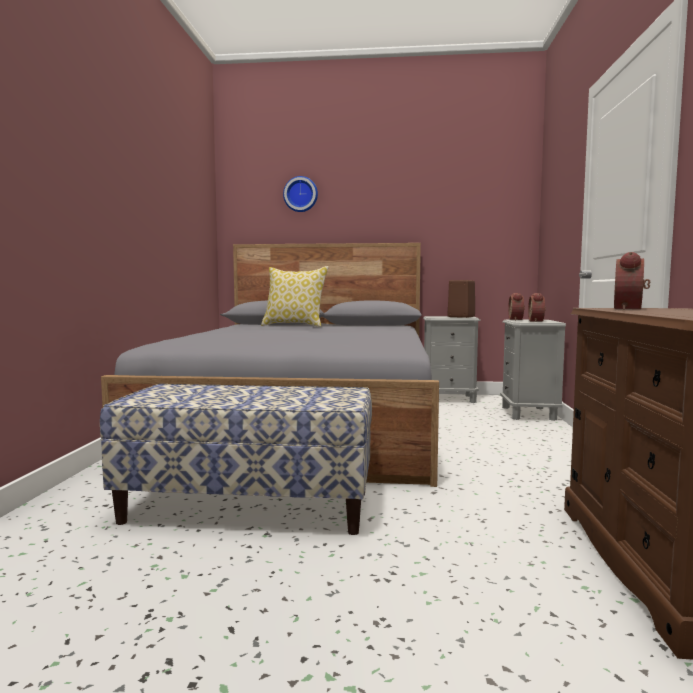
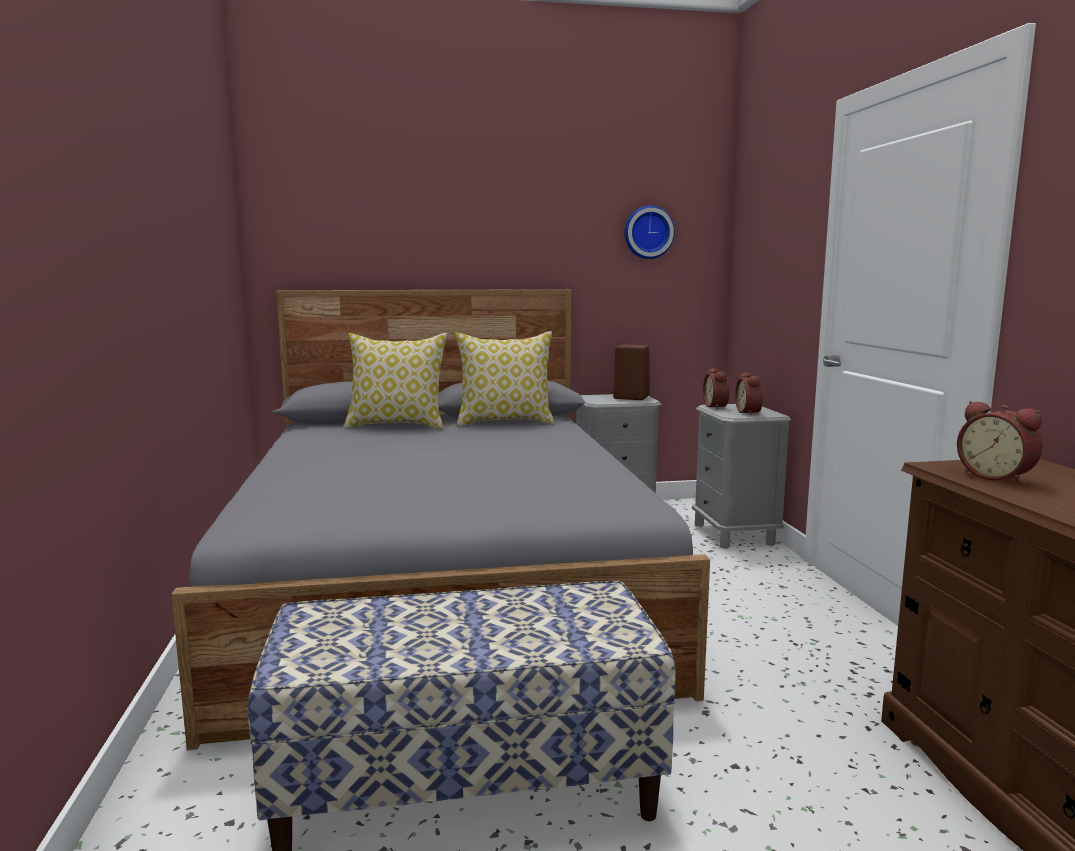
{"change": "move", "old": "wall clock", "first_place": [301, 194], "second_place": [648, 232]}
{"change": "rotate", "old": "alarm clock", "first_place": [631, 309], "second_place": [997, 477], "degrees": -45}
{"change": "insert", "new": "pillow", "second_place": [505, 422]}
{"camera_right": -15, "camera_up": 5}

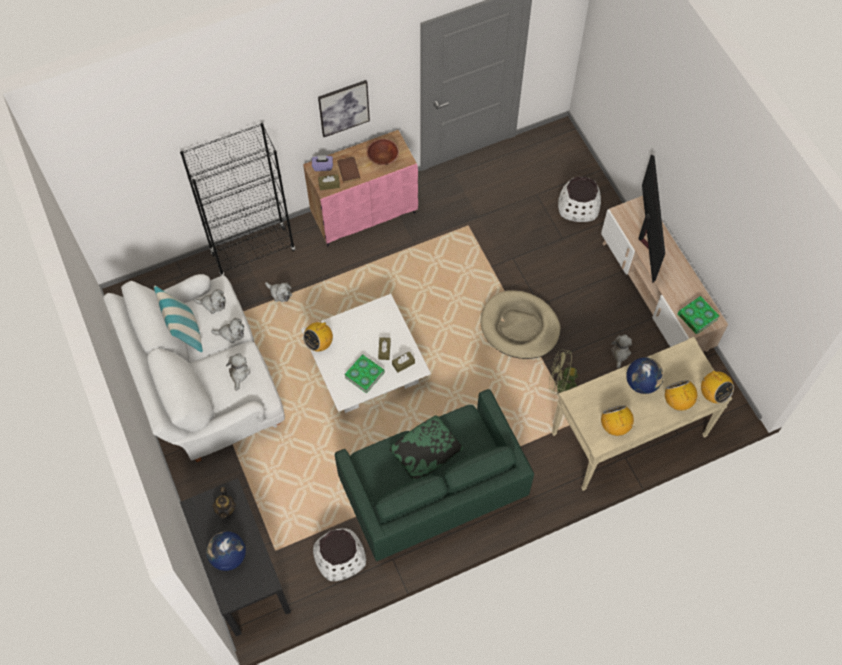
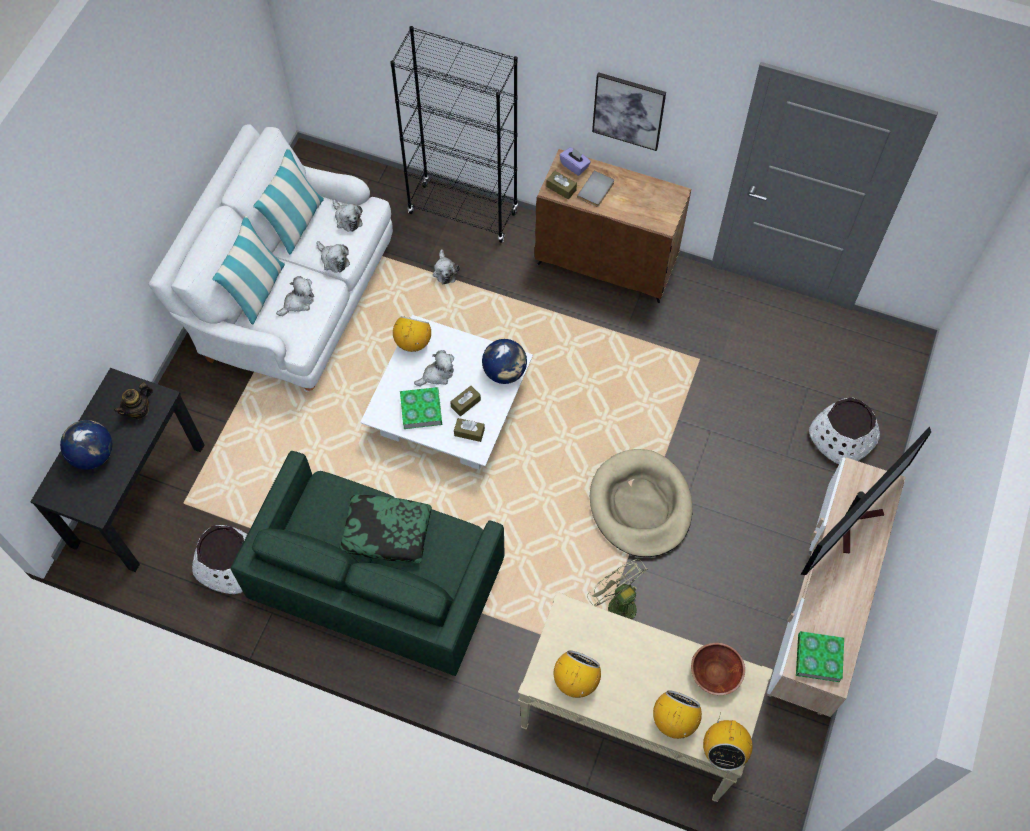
{"change": "recolor", "old": "pink cabinet", "new": "brown cabinet", "first_place": [364, 214], "second_place": [607, 263]}
{"change": "rotate", "old": "radio", "first_place": [319, 343], "second_place": [413, 343], "degrees": 105}
{"change": "recolor", "old": "brown book", "new": "grey book", "first_place": [349, 170], "second_place": [597, 190]}
{"change": "move", "old": "brown bowl", "first_place": [383, 157], "second_place": [715, 673]}
{"change": "move", "old": "plush toy", "first_place": [620, 353], "second_place": [437, 374]}
{"change": "move", "old": "globe", "first_place": [642, 383], "second_place": [505, 372]}
{"change": "insert", "new": "pillow", "second_place": [257, 291]}
{"camera_right": 45, "camera_up": 0}

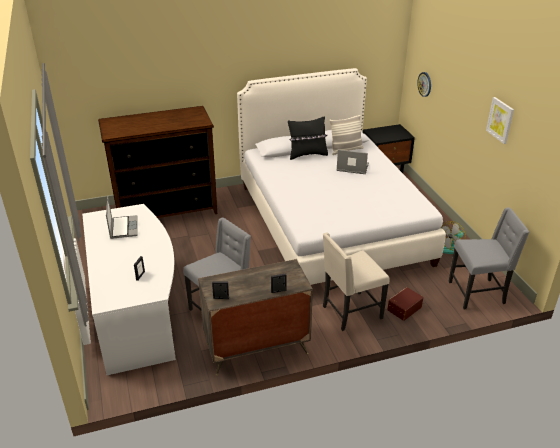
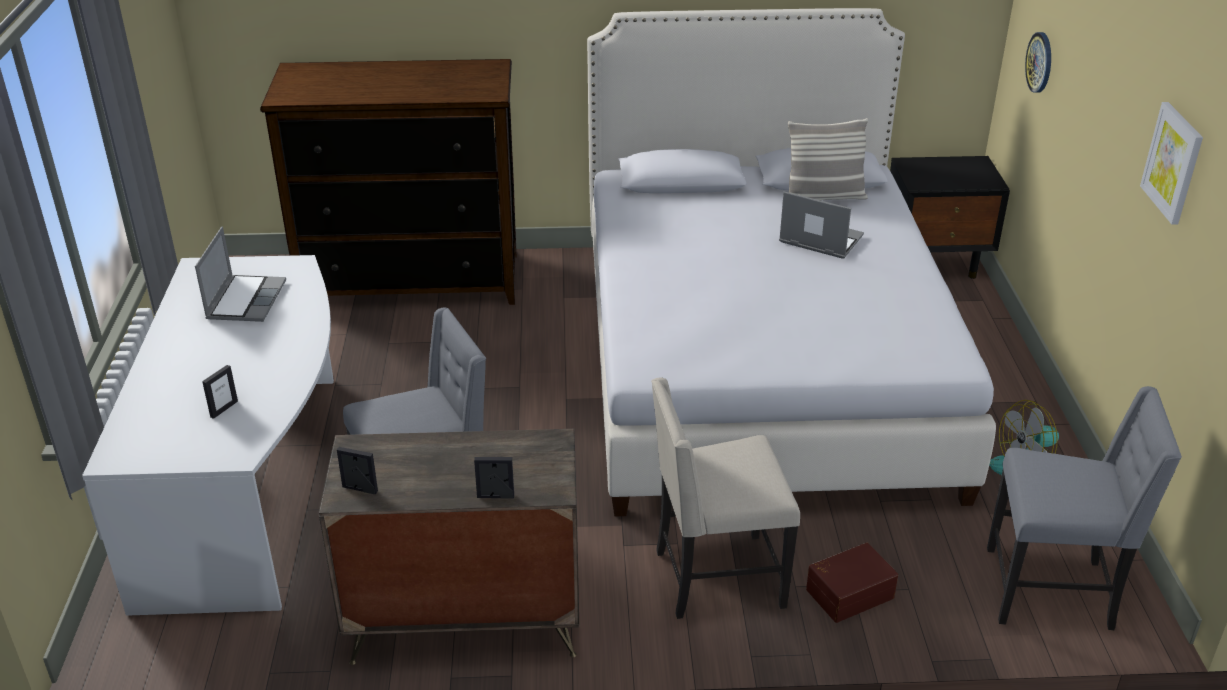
{"change": "delete", "old": "black pillow", "first_place": [307, 154]}
{"camera_right": 15, "camera_up": 0}

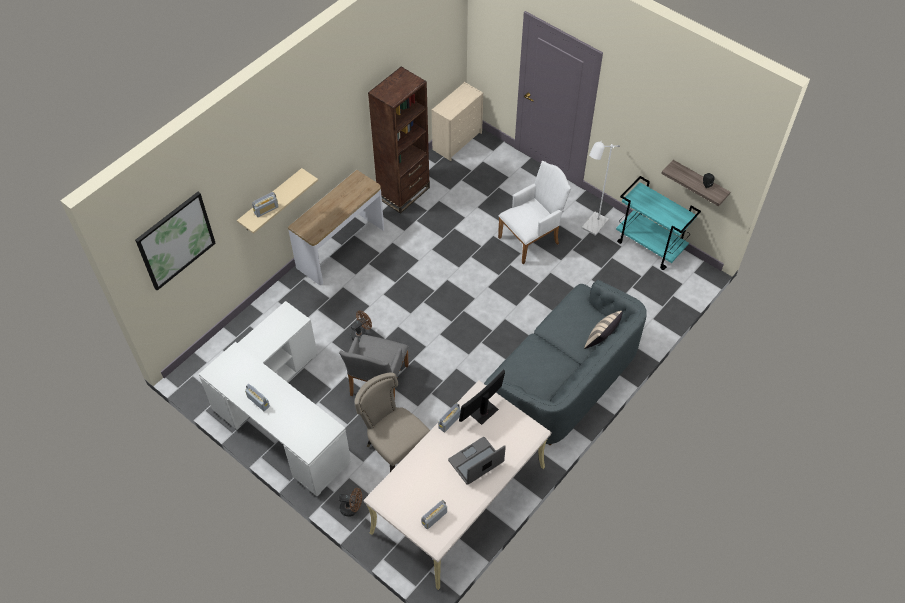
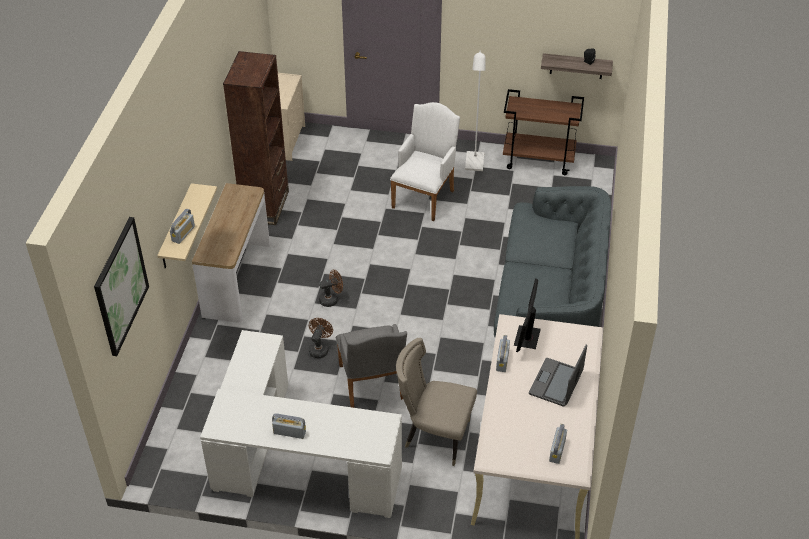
{"change": "move", "old": "brown fan", "first_place": [352, 508], "second_place": [331, 299]}
{"change": "delete", "old": "beige pillow", "first_place": [601, 340]}
{"change": "recolor", "old": "turquoise cart", "new": "brown cart", "first_place": [650, 246], "second_place": [539, 160]}
{"camera_right": -30, "camera_up": -10}

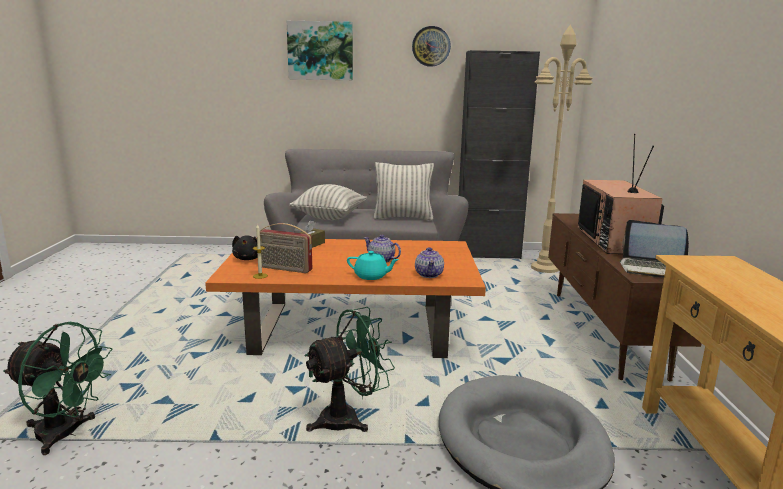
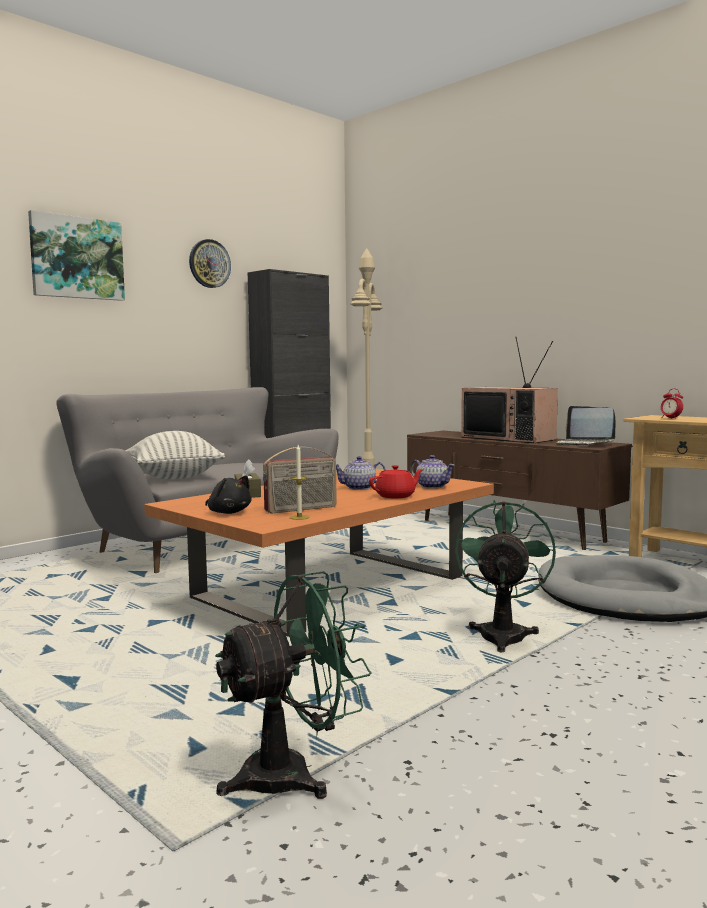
{"change": "recolor", "old": "turquoise teapot", "new": "red teapot", "first_place": [371, 276], "second_place": [396, 496]}
{"change": "delete", "old": "pillow", "first_place": [403, 218]}
{"change": "rotate", "old": "laptop", "first_place": [653, 269], "second_place": [584, 444], "degrees": 60}
{"change": "insert", "new": "alarm clock", "second_place": [671, 418]}
{"camera_right": -45, "camera_up": -10}

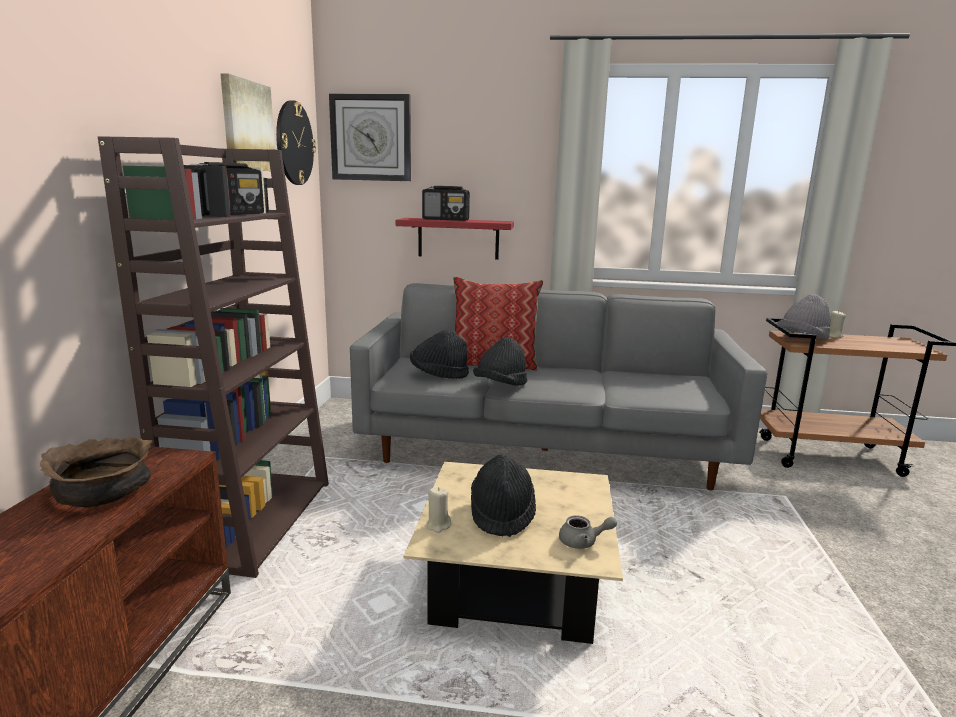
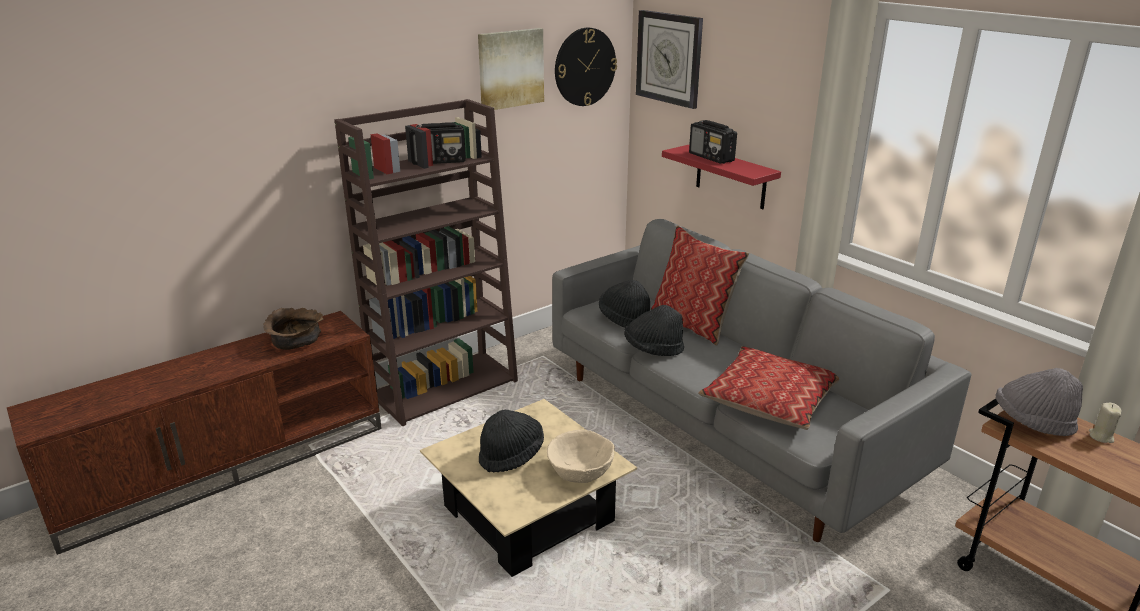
{"change": "delete", "old": "beige candle", "first_place": [438, 525]}
{"change": "delete", "old": "grey teapot", "first_place": [583, 542]}
{"change": "insert", "new": "beige bowl", "second_place": [580, 472]}
{"change": "insert", "new": "pillow", "second_place": [770, 399]}
{"camera_right": 45, "camera_up": 10}

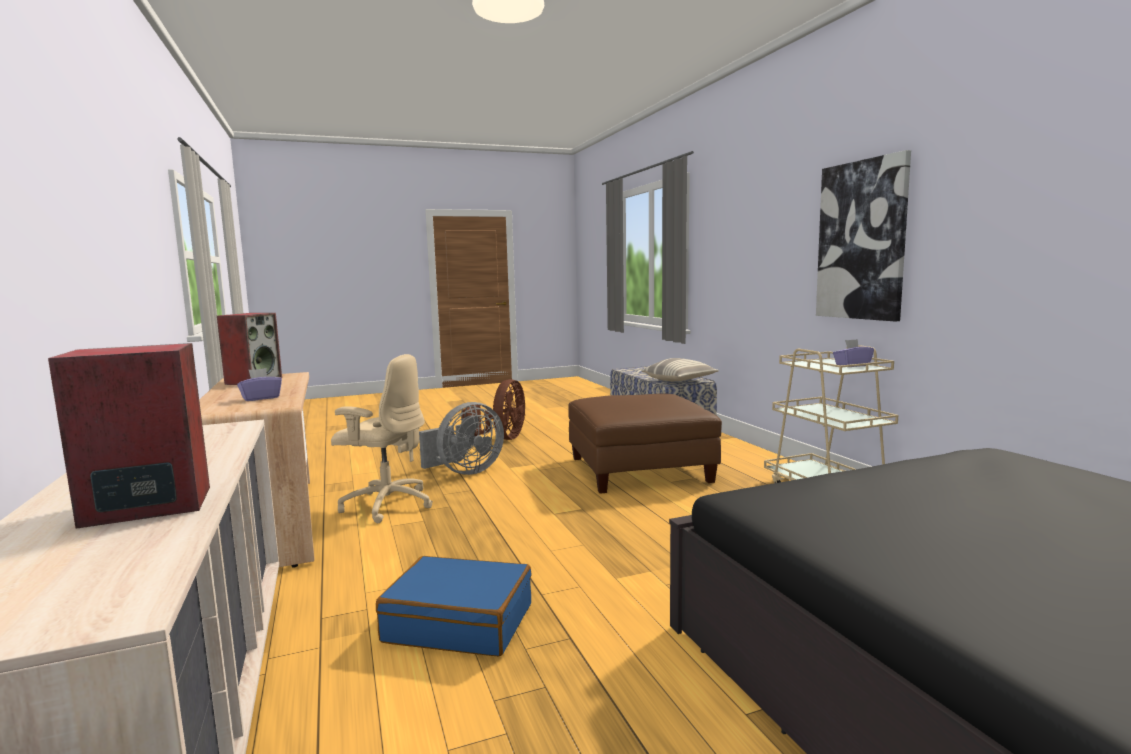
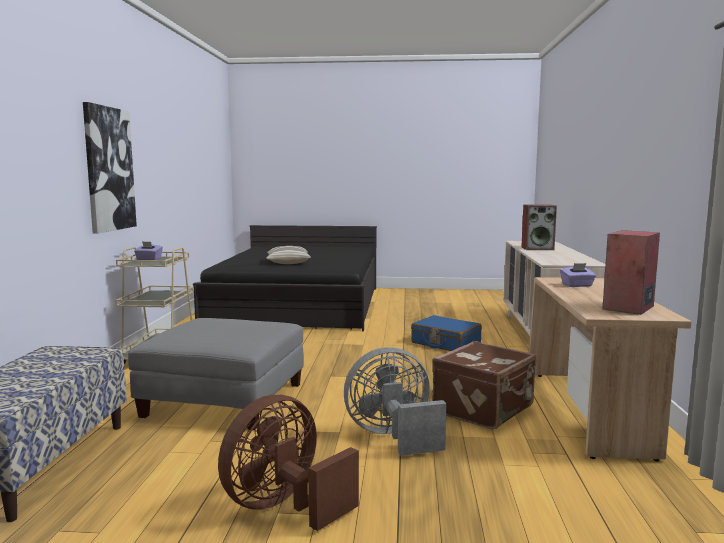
{"change": "replace", "old": "beige office chair", "new": "brown suitcase", "first_place": [387, 504], "second_place": [485, 409]}
{"change": "recolor", "old": "brown ottoman", "new": "grey ottoman", "first_place": [639, 469], "second_place": [224, 400]}
{"change": "move", "old": "pillow", "first_place": [679, 381], "second_place": [288, 263]}
{"camera_right": -155, "camera_up": 0}

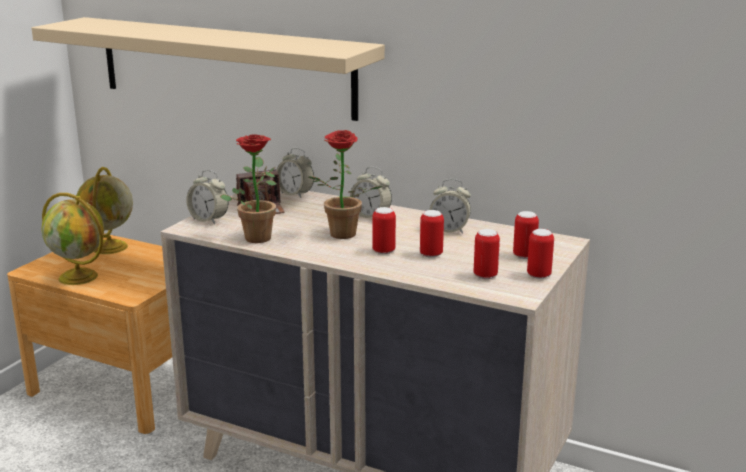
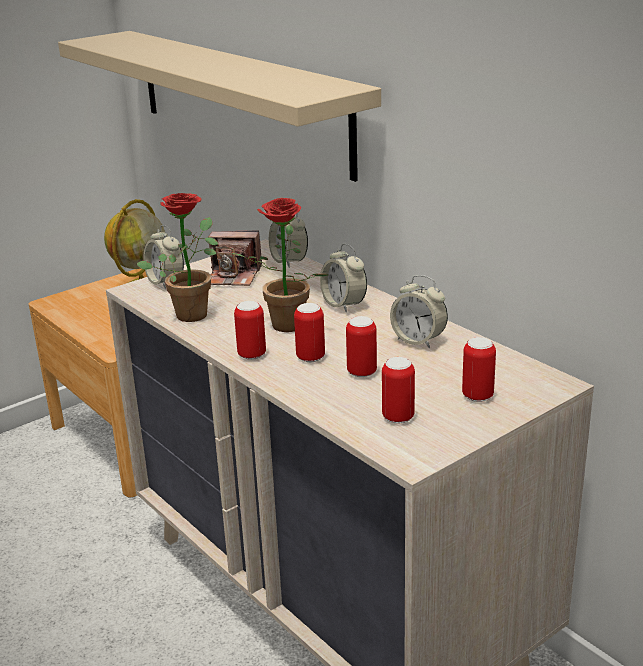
{"change": "delete", "old": "globe", "first_place": [79, 277]}
{"change": "move", "old": "can", "first_place": [539, 275], "second_place": [252, 355]}
{"camera_right": 25, "camera_up": 5}

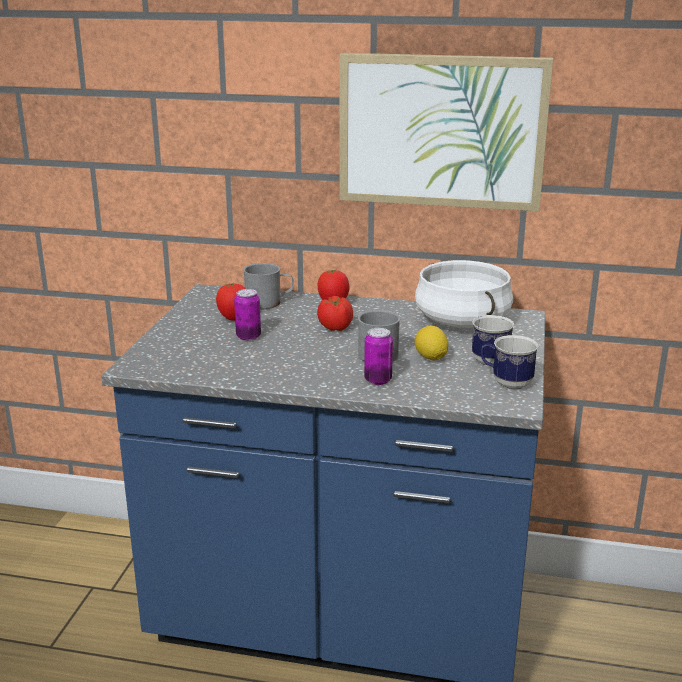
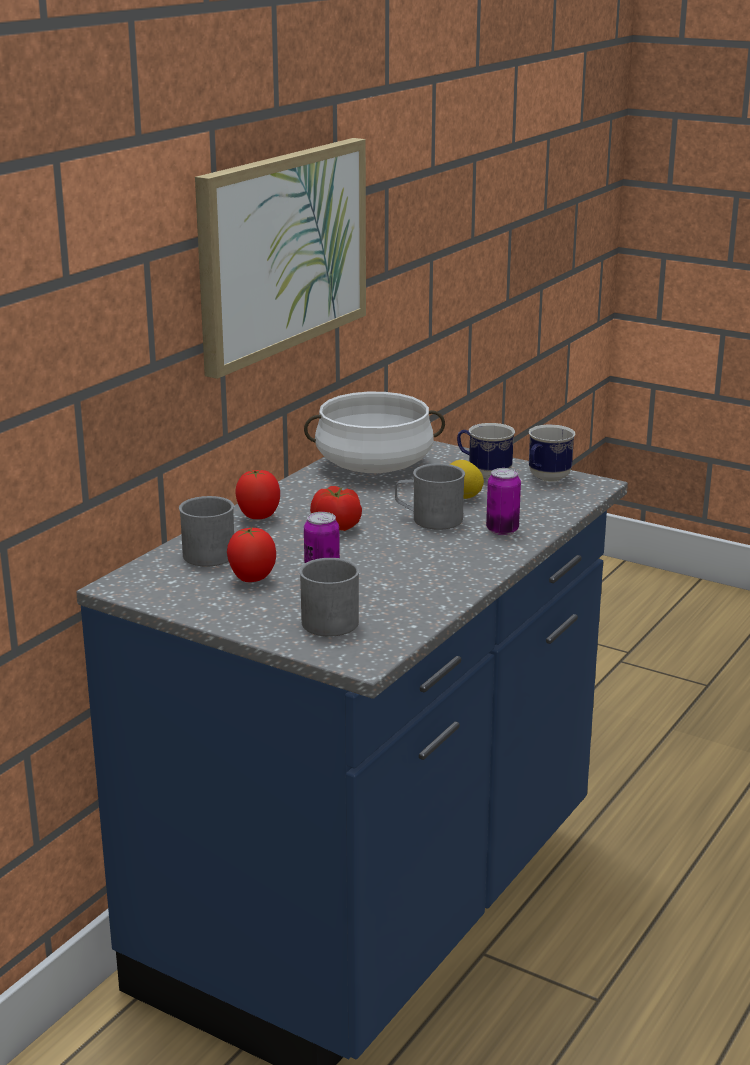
{"change": "insert", "new": "grey mug", "second_place": [333, 619]}
{"camera_right": -70, "camera_up": 0}

